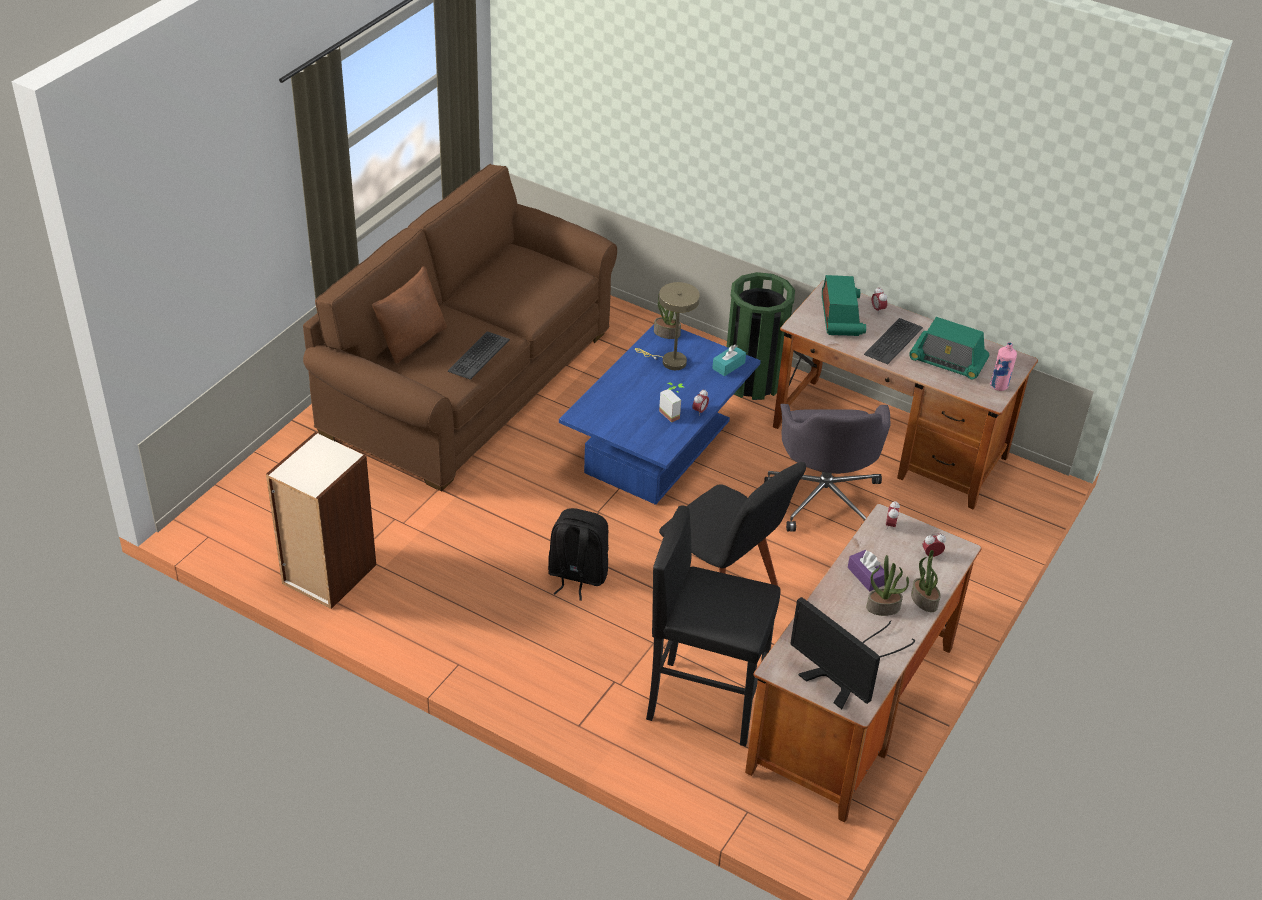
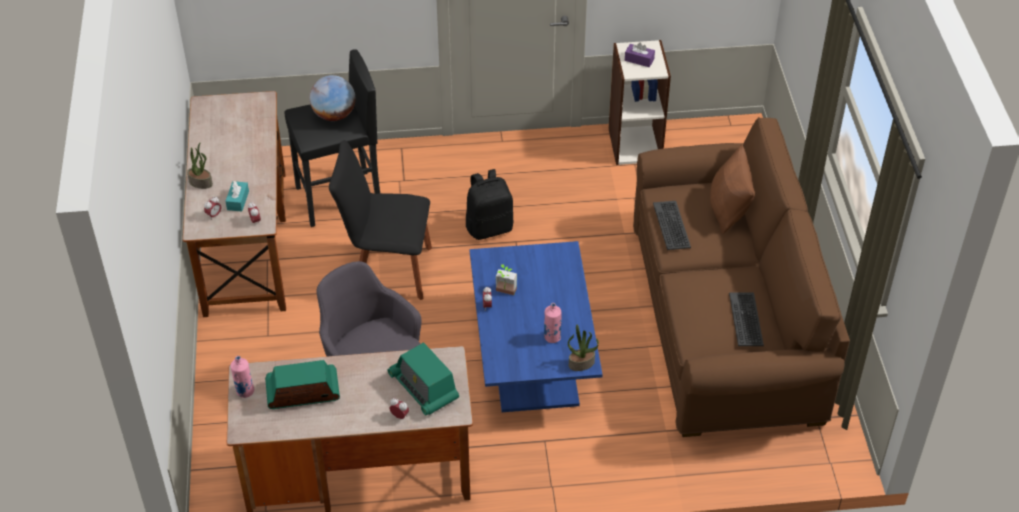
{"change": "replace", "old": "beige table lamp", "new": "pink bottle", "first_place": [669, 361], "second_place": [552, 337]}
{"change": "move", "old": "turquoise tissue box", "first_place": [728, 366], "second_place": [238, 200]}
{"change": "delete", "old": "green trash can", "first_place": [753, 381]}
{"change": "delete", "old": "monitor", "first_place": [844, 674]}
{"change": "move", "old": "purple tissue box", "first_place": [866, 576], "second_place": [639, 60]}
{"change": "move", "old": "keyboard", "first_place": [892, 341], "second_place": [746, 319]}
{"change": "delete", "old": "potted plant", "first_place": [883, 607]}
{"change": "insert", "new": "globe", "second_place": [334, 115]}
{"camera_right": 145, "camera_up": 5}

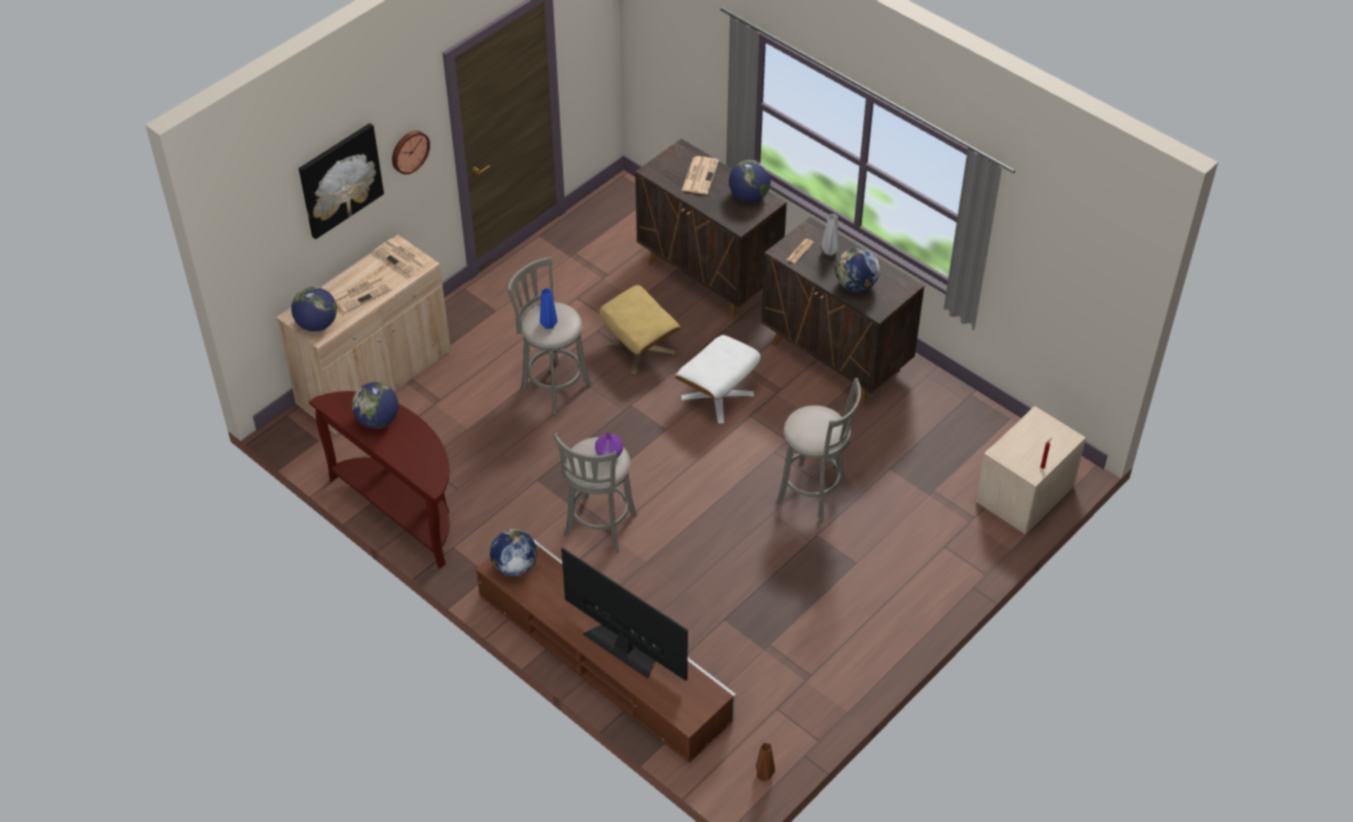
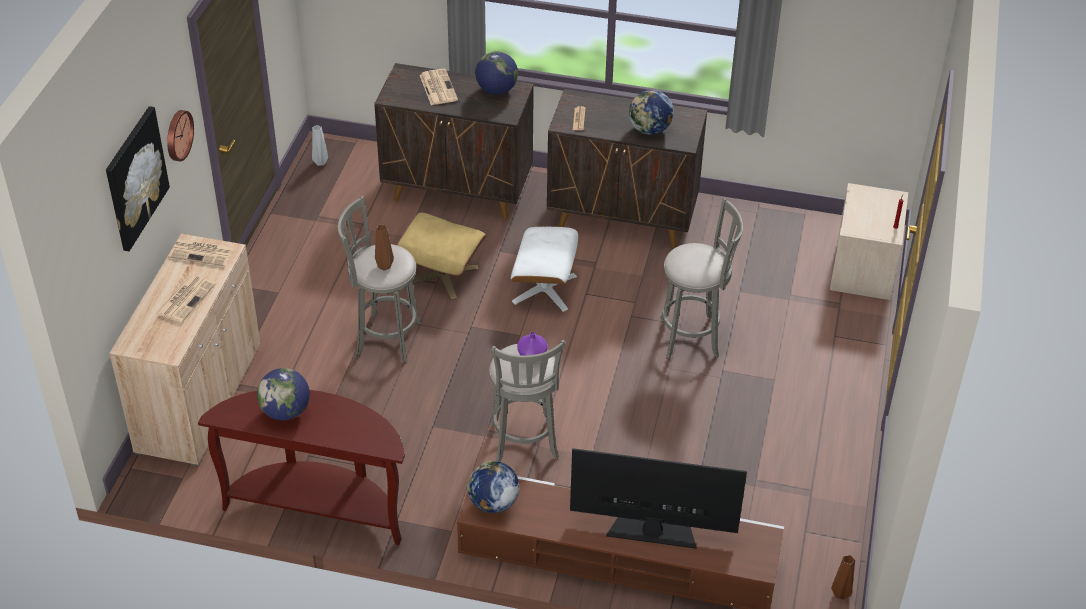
{"change": "delete", "old": "globe", "first_place": [317, 324]}
{"change": "recolor", "old": "blue vase", "new": "brown vase", "first_place": [549, 324], "second_place": [384, 266]}
{"change": "move", "old": "grey vase", "first_place": [829, 251], "second_place": [319, 163]}
{"camera_right": -30, "camera_up": -5}

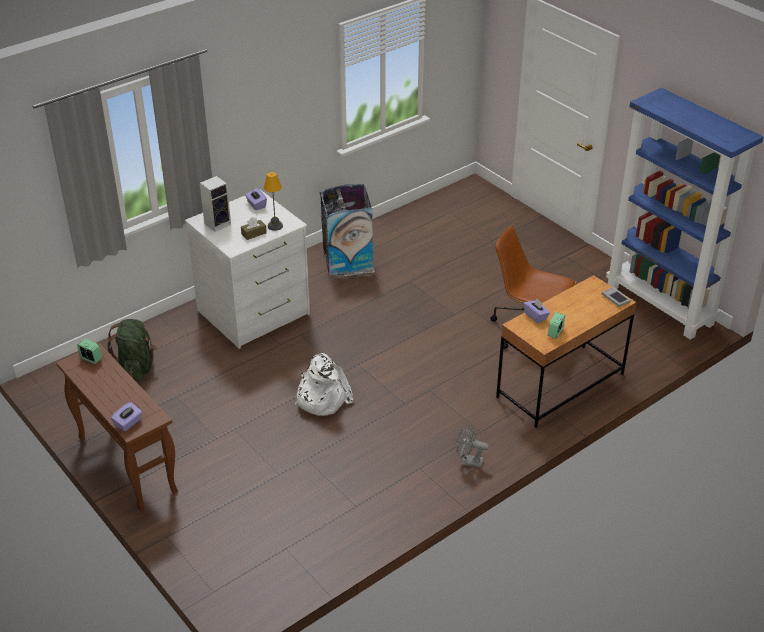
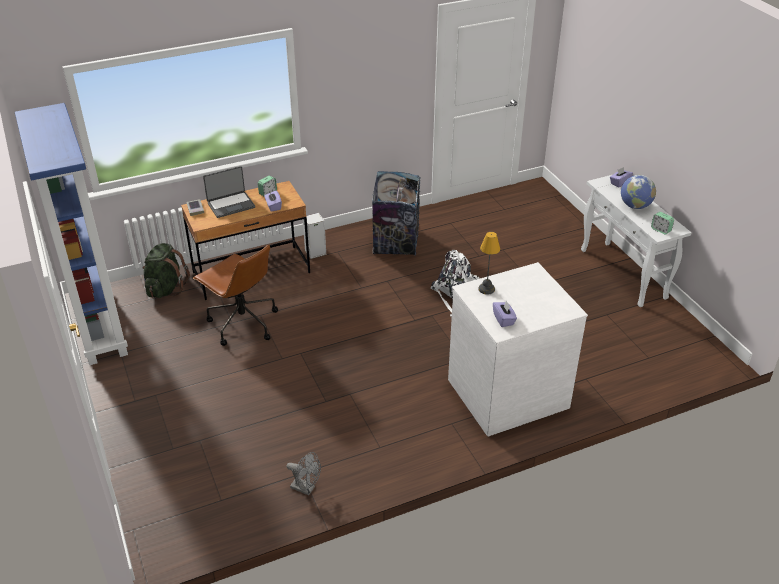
{"change": "recolor", "old": "brown console table", "new": "white console table", "first_place": [126, 464], "second_place": [623, 274]}
{"change": "move", "old": "green backpack", "first_place": [136, 368], "second_place": [166, 288]}
{"change": "move", "old": "speaker", "first_place": [218, 223], "second_place": [315, 253]}
{"change": "delete", "old": "brown tissue box", "first_place": [254, 233]}
{"change": "move", "old": "trash can", "first_place": [347, 260], "second_place": [396, 243]}
{"change": "move", "old": "grey fan", "first_place": [468, 462], "second_place": [306, 488]}
{"change": "insert", "new": "laptop", "second_place": [231, 205]}
{"change": "insert", "new": "globe", "second_place": [635, 206]}
{"camera_right": -165, "camera_up": 0}

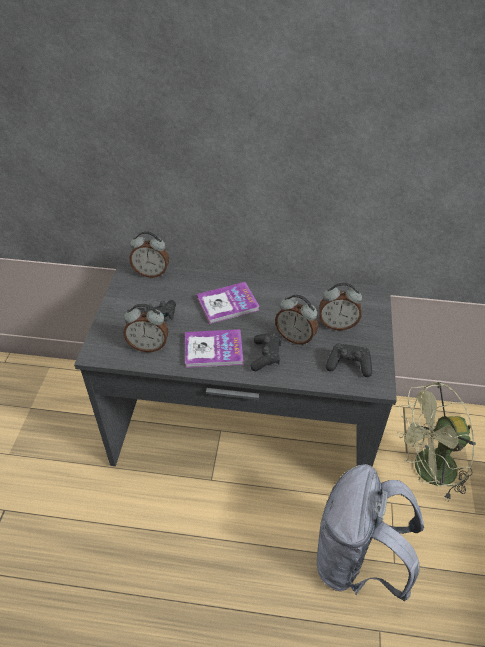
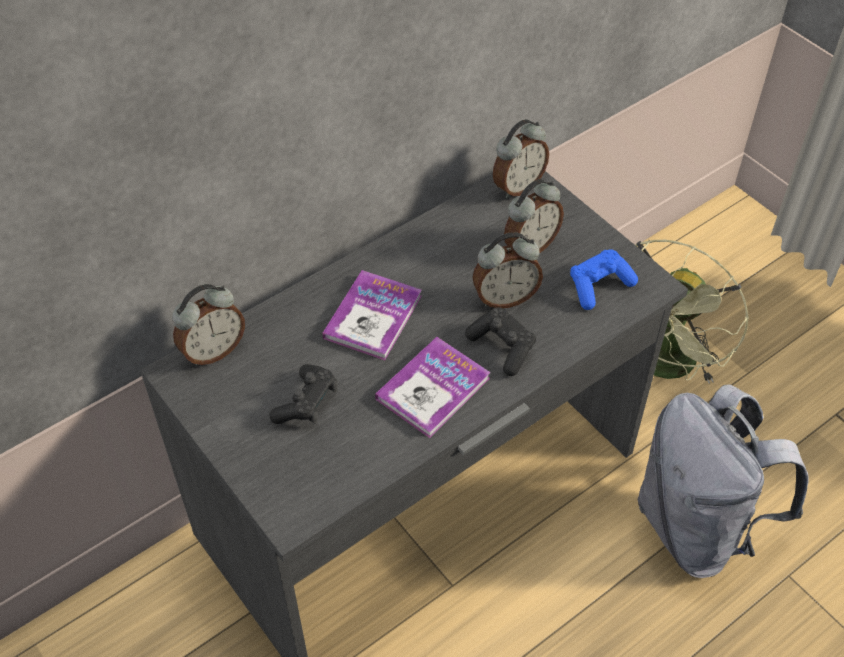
{"change": "move", "old": "alarm clock", "first_place": [148, 346], "second_place": [517, 186]}
{"change": "recolor", "old": "black game controller", "new": "blue game controller", "first_place": [348, 365], "second_place": [599, 286]}
{"camera_right": -45, "camera_up": 5}

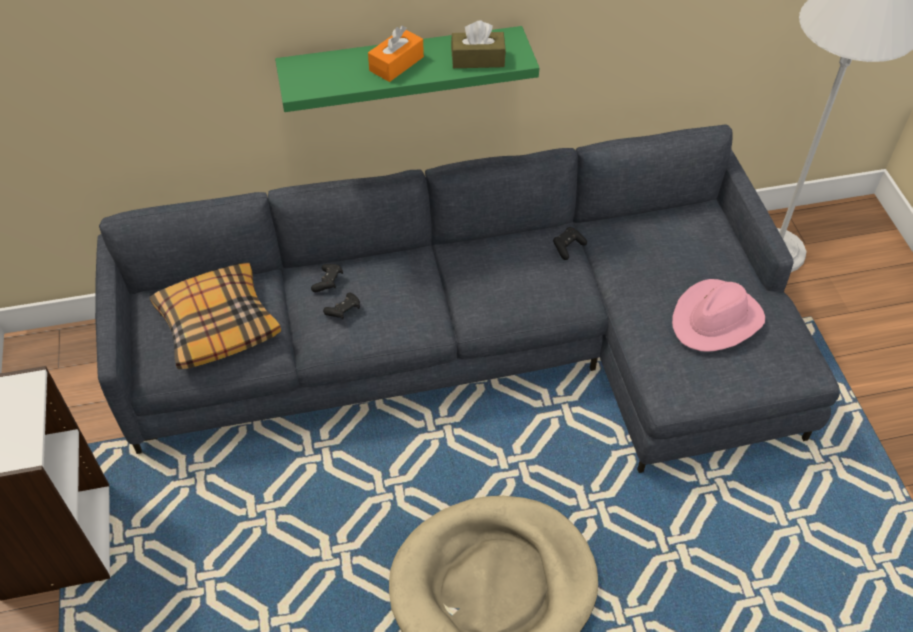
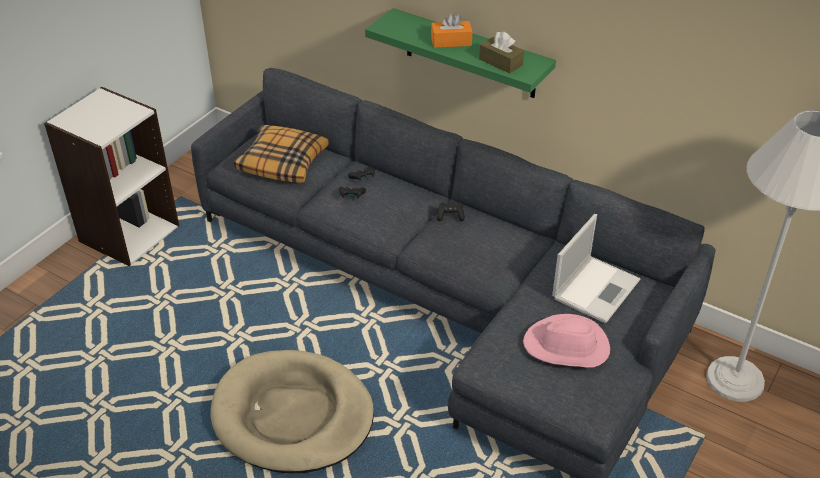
{"change": "move", "old": "black game controller", "first_place": [568, 247], "second_place": [450, 216]}
{"change": "insert", "new": "laptop", "second_place": [596, 288]}
{"camera_right": 45, "camera_up": -10}

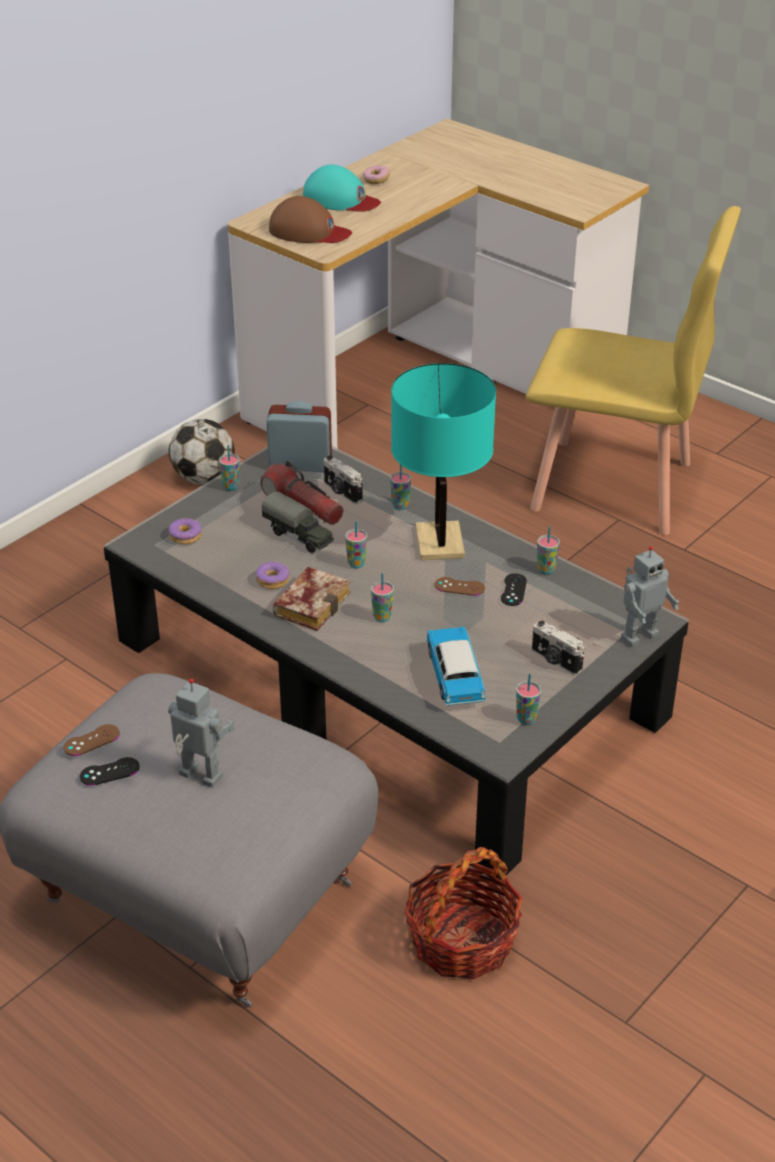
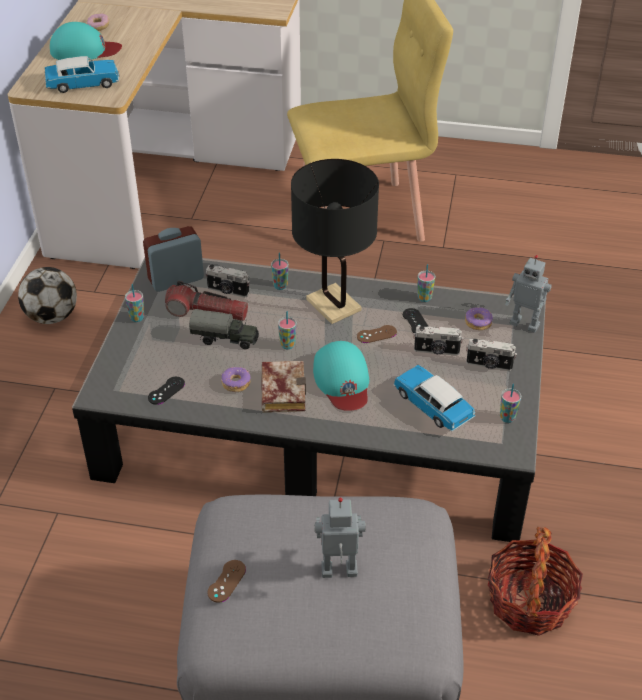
{"change": "move", "old": "black game controller", "first_place": [109, 772], "second_place": [166, 390]}
{"change": "move", "old": "donut", "first_place": [185, 536], "second_place": [478, 322]}
{"change": "replace", "old": "brown cap", "new": "toy car", "first_place": [309, 231], "second_place": [83, 84]}
{"change": "replace", "old": "cup", "new": "turquoise cap", "first_place": [382, 617], "second_place": [342, 380]}
{"change": "recolor", "old": "turquoise table lamp", "new": "black table lamp", "first_place": [439, 542], "second_place": [333, 305]}
{"change": "rotate", "old": "toy robot", "first_place": [638, 635], "second_place": [525, 323], "degrees": 90}
{"change": "insert", "new": "photo camera", "second_place": [436, 351]}
{"camera_right": -30, "camera_up": 5}

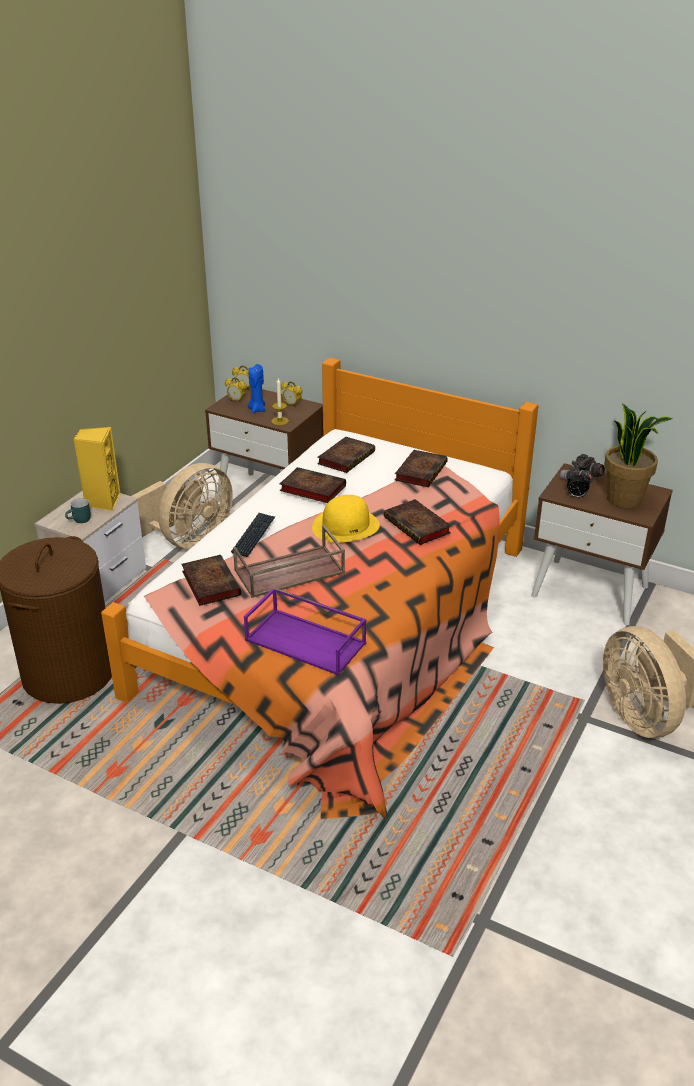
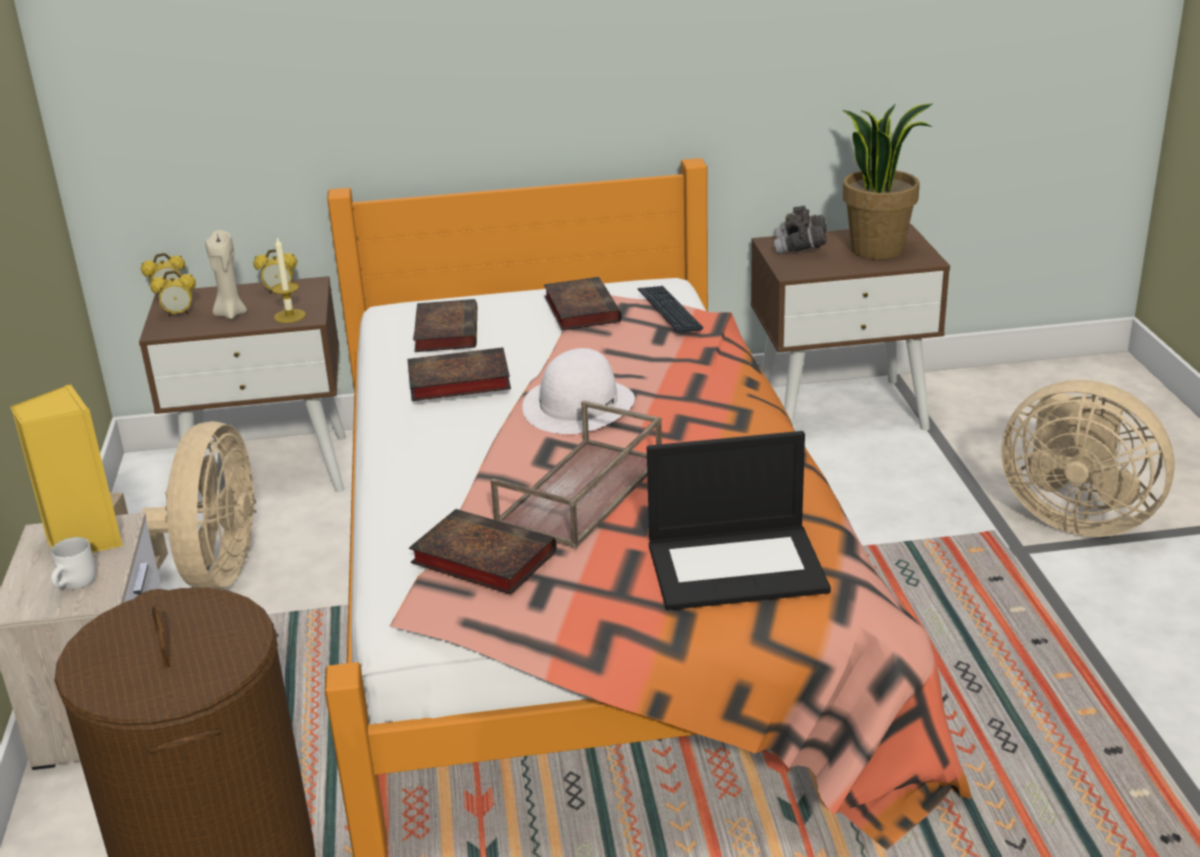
{"change": "recolor", "old": "turquoise mug", "new": "white mug", "first_place": [80, 520], "second_place": [77, 584]}
{"change": "move", "old": "keyboard", "first_place": [253, 535], "second_place": [669, 310]}
{"change": "replace", "old": "purple tray", "new": "laptop", "first_place": [307, 641], "second_place": [738, 566]}
{"change": "recolor", "old": "blue candle", "new": "beige candle", "first_place": [257, 409], "second_place": [230, 314]}
{"change": "recolor", "old": "yellow hat", "new": "white hat", "first_place": [346, 526], "second_place": [578, 405]}
{"change": "delete", "old": "book", "first_place": [418, 526]}
{"change": "delete", "old": "alarm clock", "first_place": [576, 496]}
{"camera_right": -35, "camera_up": -5}

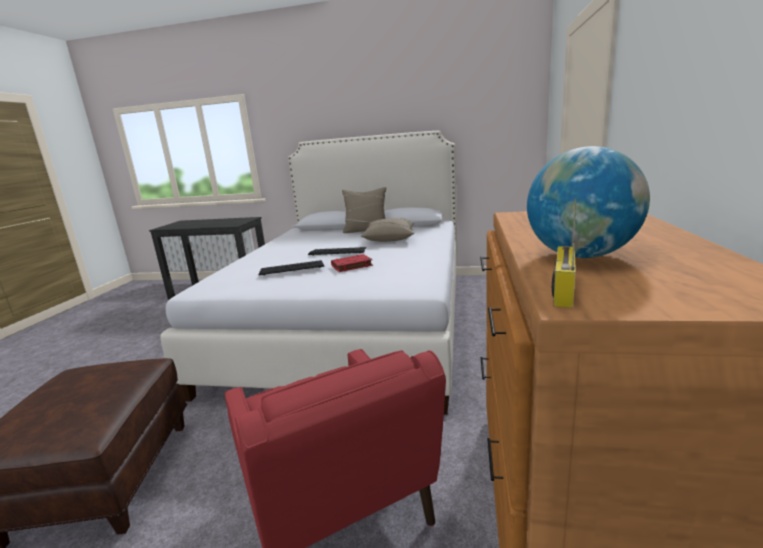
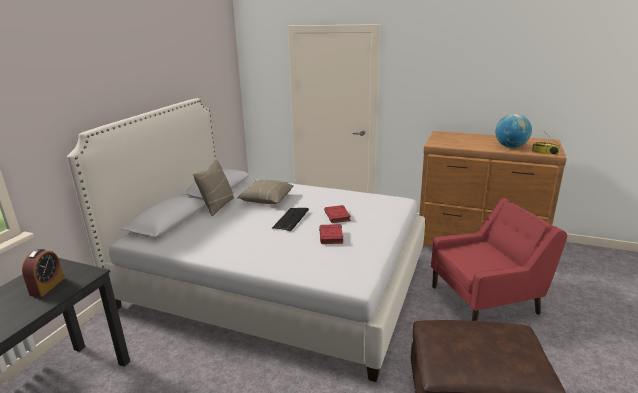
{"change": "replace", "old": "keyboard", "new": "red book", "first_place": [292, 268], "second_place": [331, 236]}
{"change": "insert", "new": "alarm clock", "second_place": [47, 286]}
{"camera_right": -80, "camera_up": 5}

